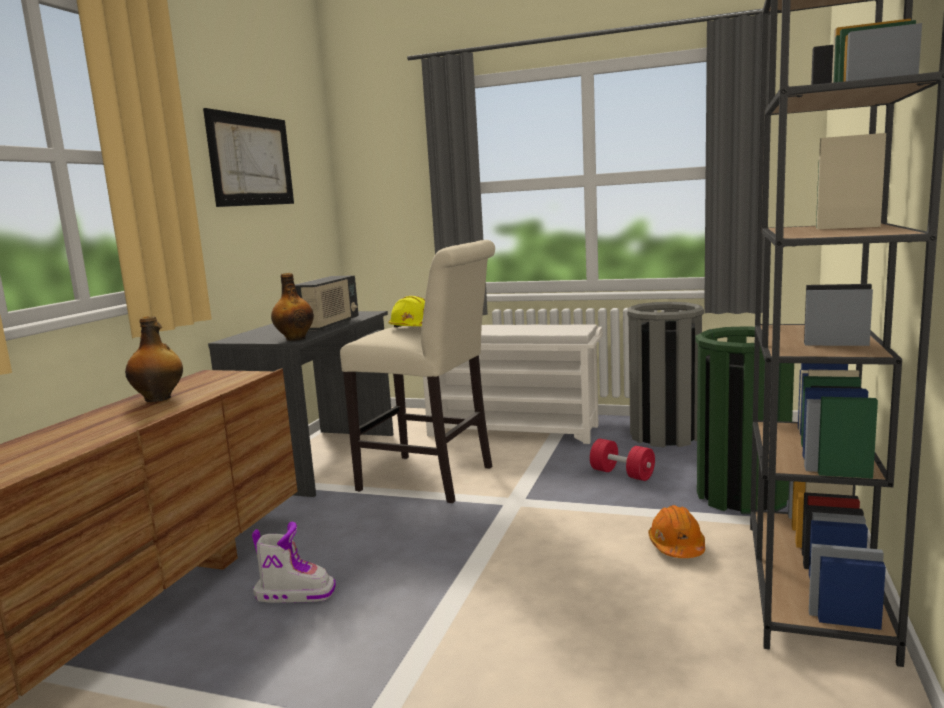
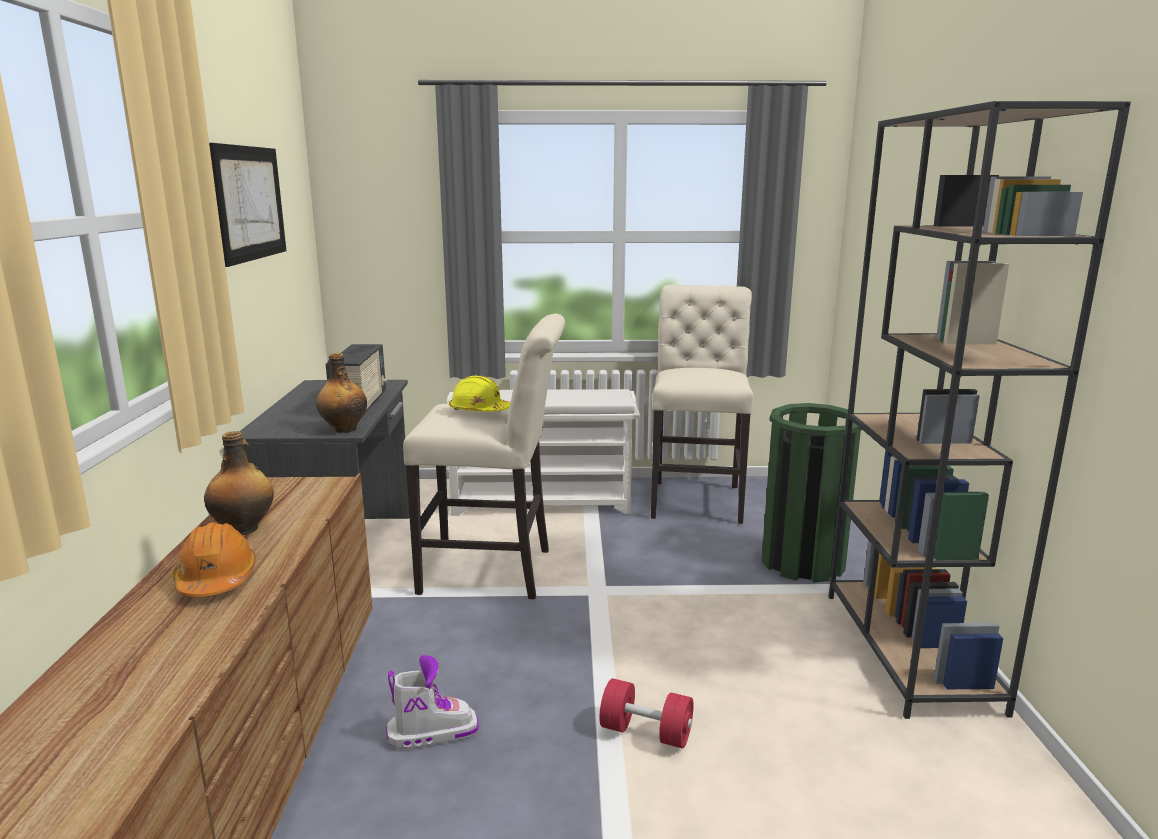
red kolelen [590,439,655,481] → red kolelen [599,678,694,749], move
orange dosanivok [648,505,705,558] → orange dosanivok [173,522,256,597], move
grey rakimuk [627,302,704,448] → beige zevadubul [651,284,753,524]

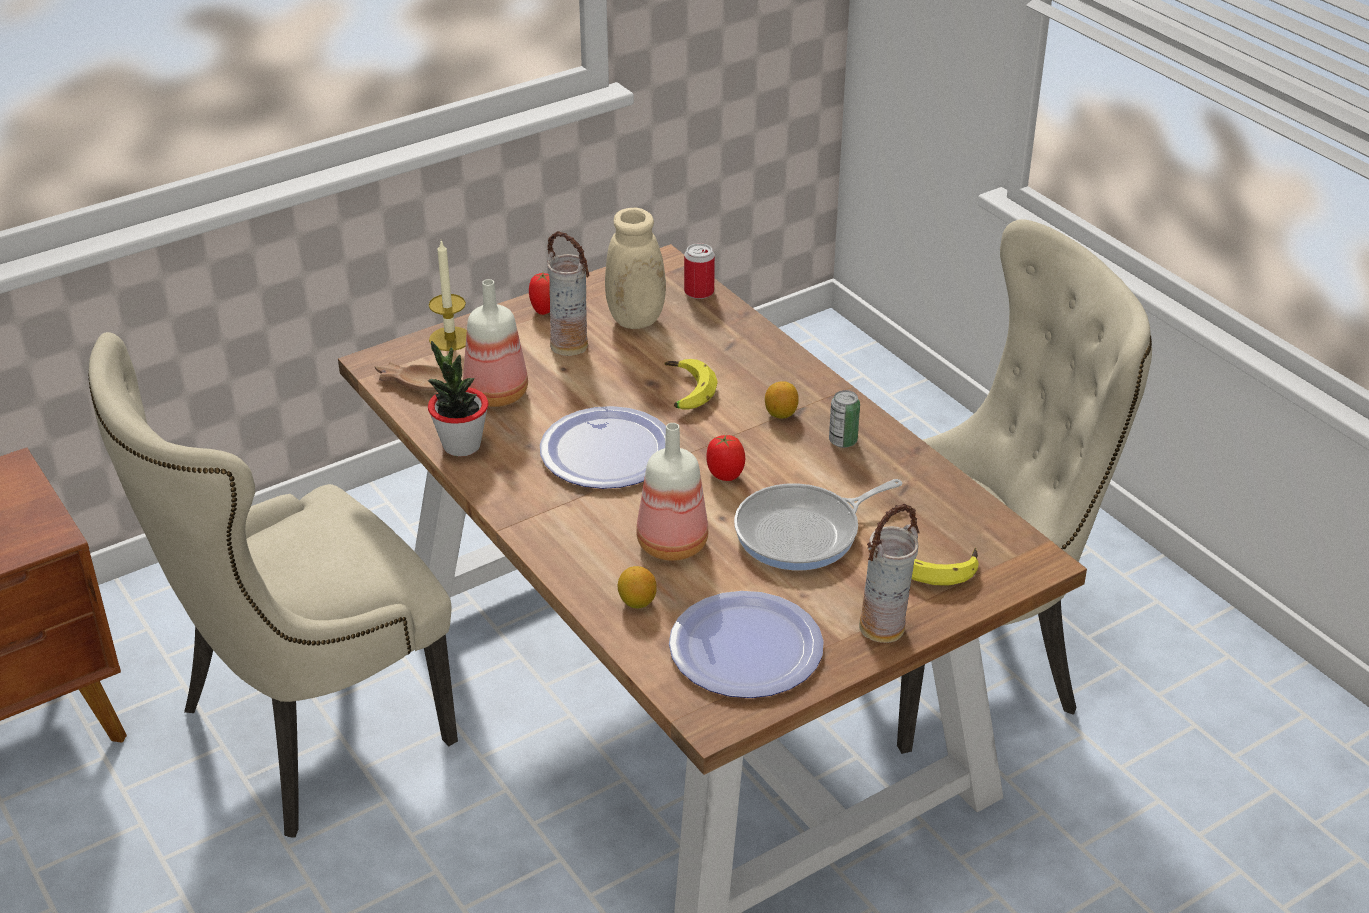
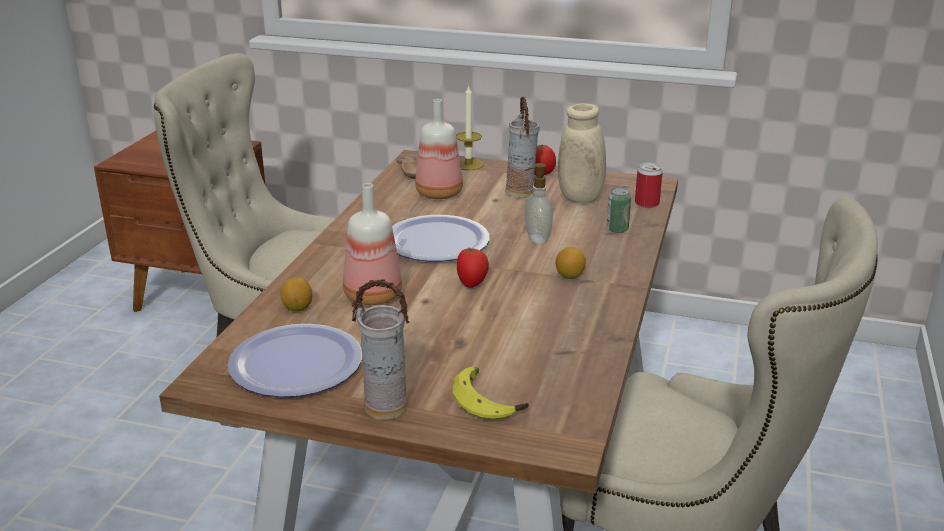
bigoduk [428,341,489,457] → -
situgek [734,479,902,570] → -
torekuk [829,390,860,448] → torekuk [607,187,631,233], move
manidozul [665,359,718,409] → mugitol [525,163,553,244]

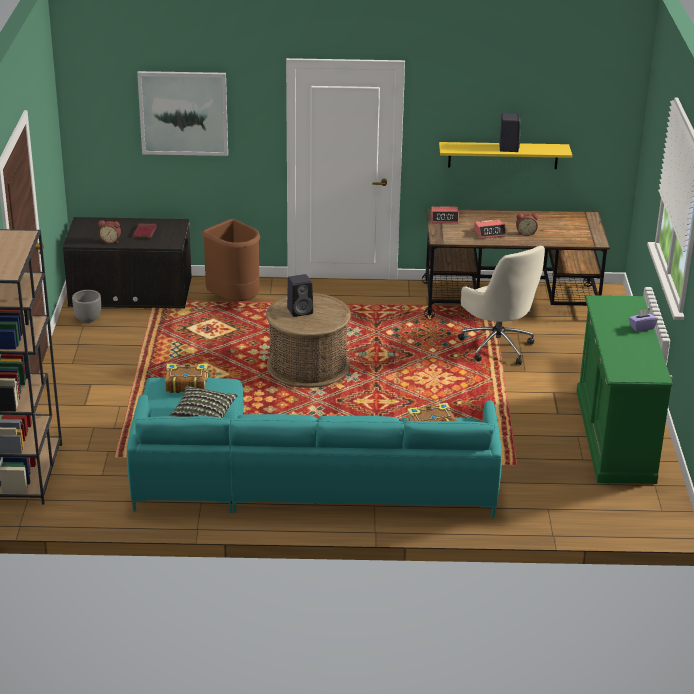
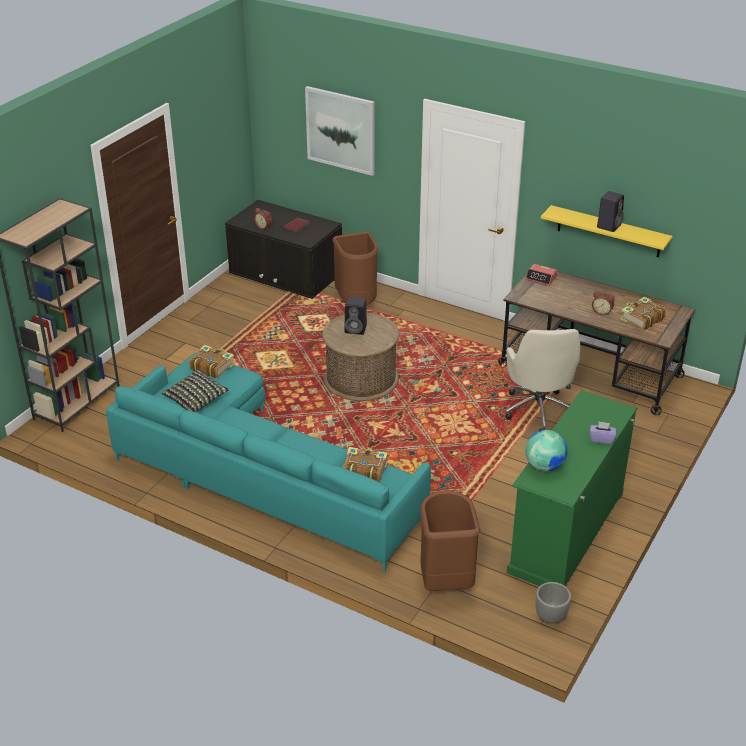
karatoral [474,219,506,239] → -
- → brown rakimuk [420,490,481,591]
- → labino [525,430,567,471]
- → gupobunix [620,297,666,330]
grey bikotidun [72,290,101,323] → grey bikotidun [536,582,571,624], move

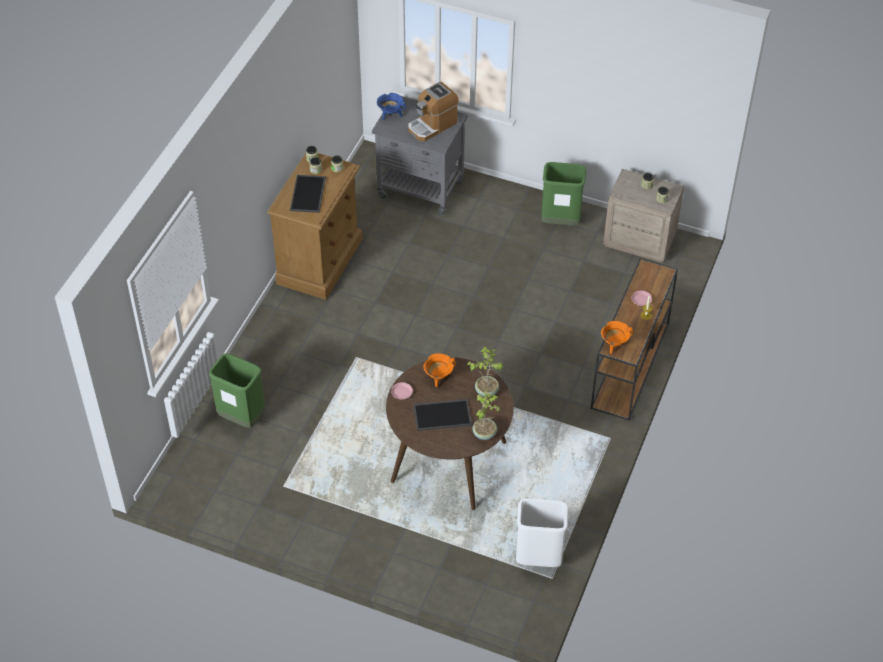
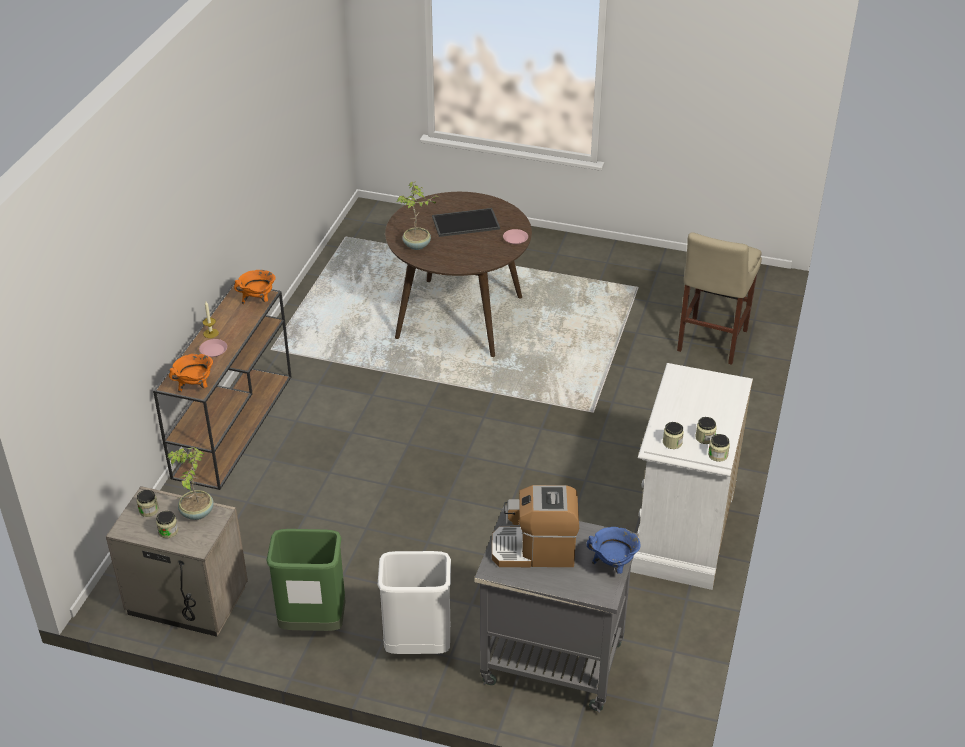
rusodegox [290,175,326,213] → -
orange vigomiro [424,353,456,387] → orange vigomiro [169,353,213,393], move
bigoduk [472,389,501,440] → bigoduk [167,447,214,520], move
white rakimuk [516,498,569,567] → white rakimuk [378,551,451,654], move
green rakimuk [209,353,265,428] → beige zevadubul [677,232,762,365]
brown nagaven [267,153,362,300] → white nagaven [631,363,753,590]
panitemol [408,82,459,141] → panitemol [492,485,579,567], 135 degrees counterclockwise

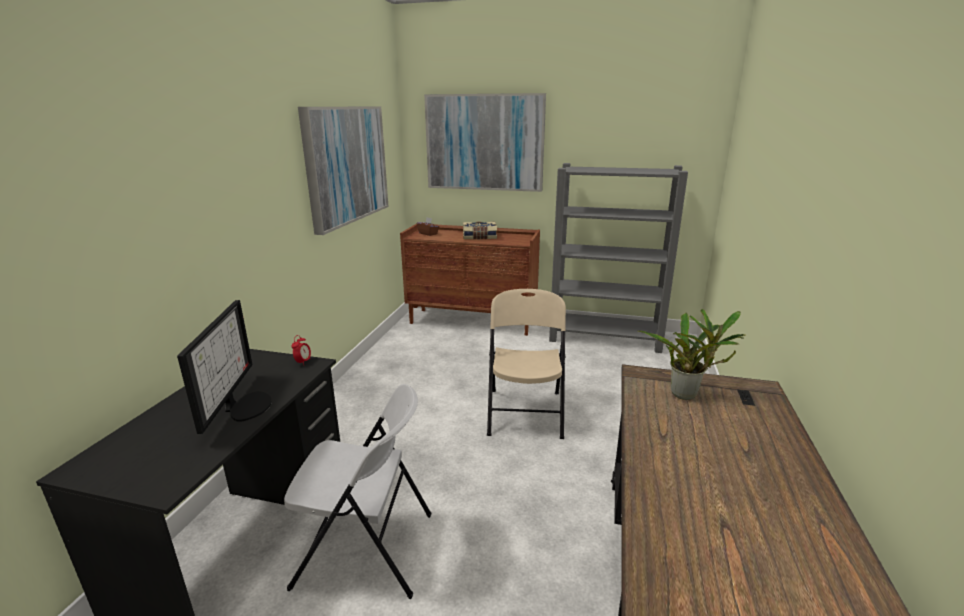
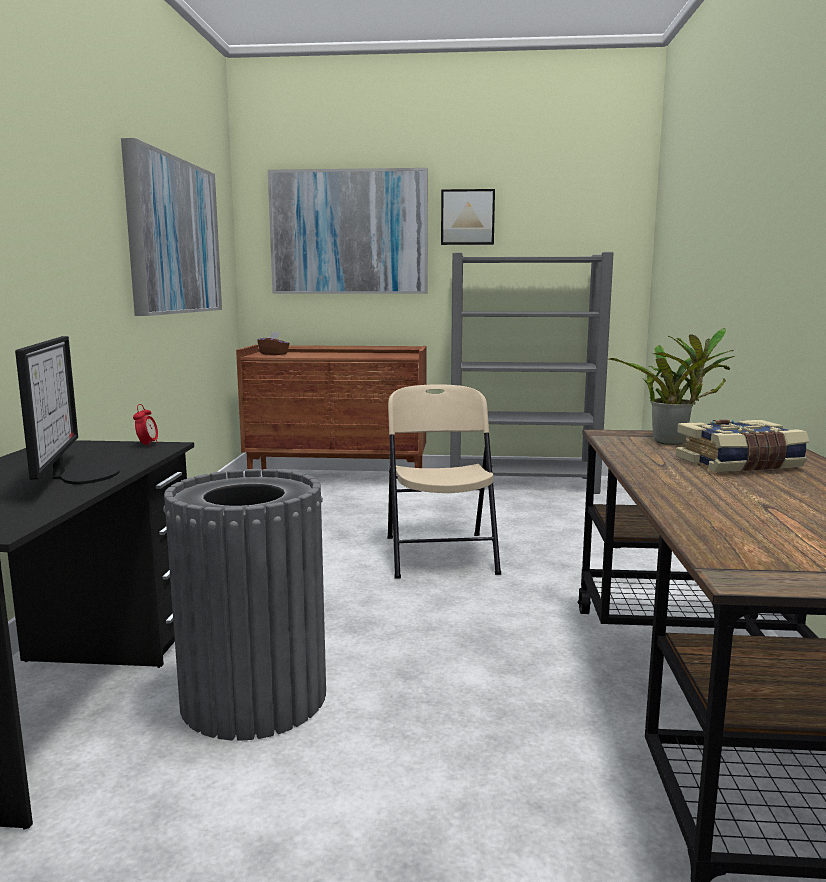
- → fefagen [441,189,495,245]
gupobunix [463,221,497,239] → gupobunix [675,420,809,472], move
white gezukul [284,384,431,599] → grey rakimuk [163,469,326,741]

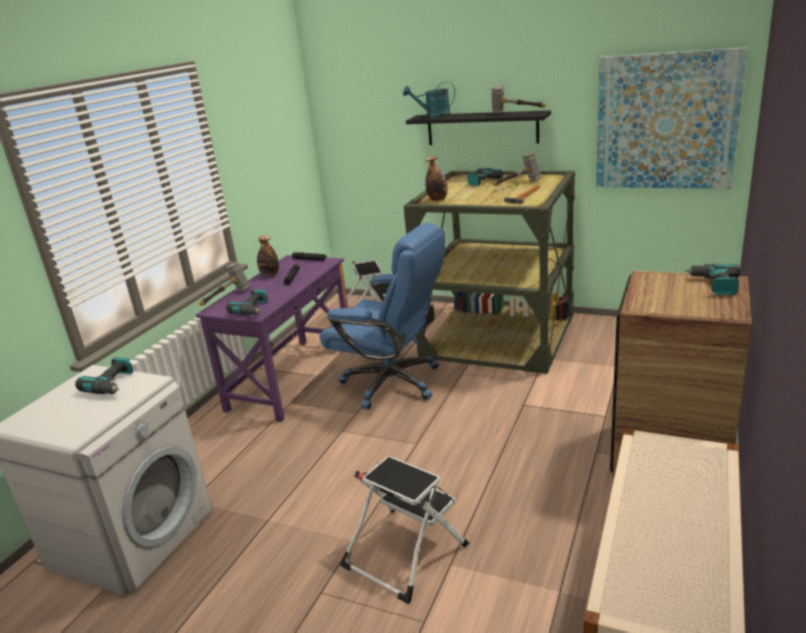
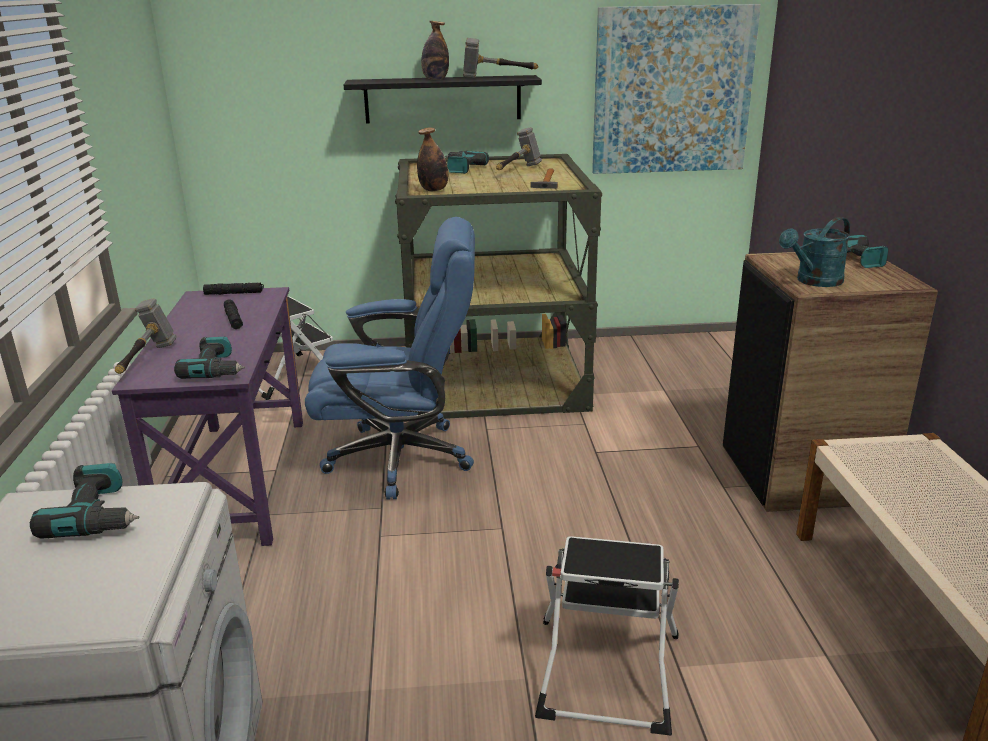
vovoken [257,235,279,277] → vovoken [421,21,449,80], move
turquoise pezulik [403,82,455,118] → turquoise pezulik [779,217,850,287], move

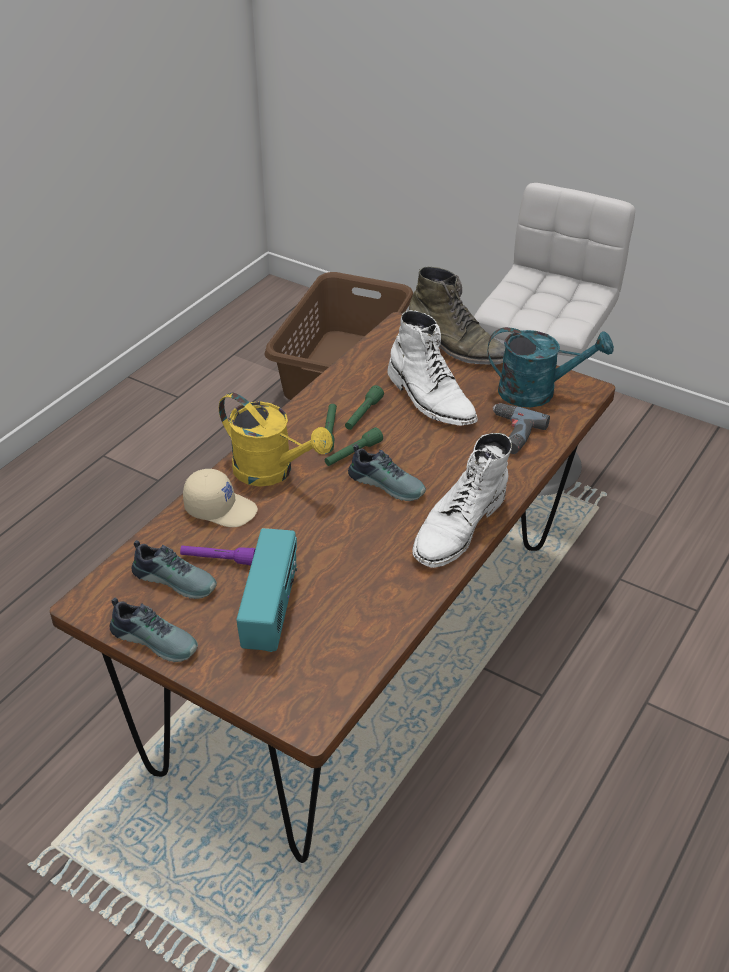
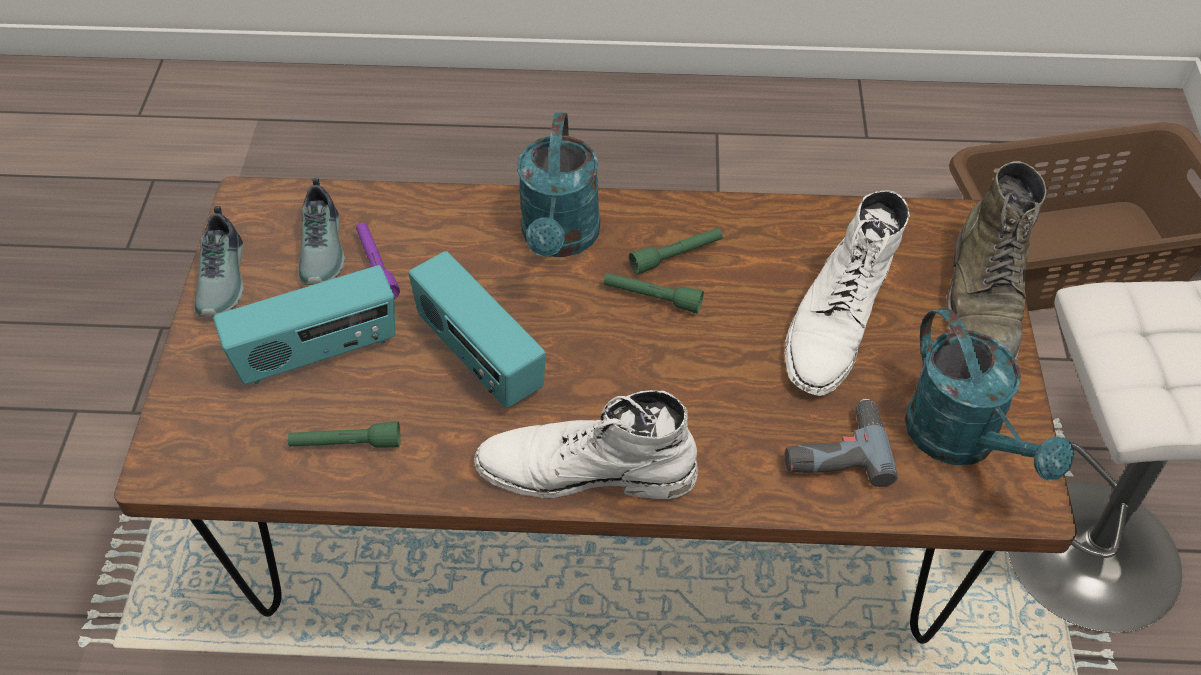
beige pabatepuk [183,469,258,527] → -
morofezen [348,445,426,501] → -
- → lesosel [409,251,546,408]
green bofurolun [345,385,384,430] → green bofurolun [288,422,400,448], move
yellow pezulik [219,393,333,487] → turquoise pezulik [517,112,600,257]

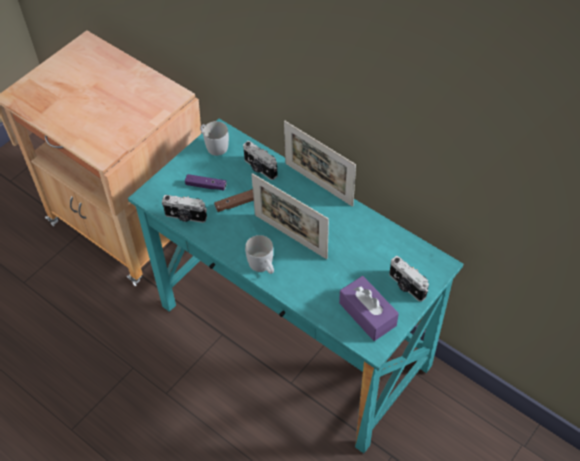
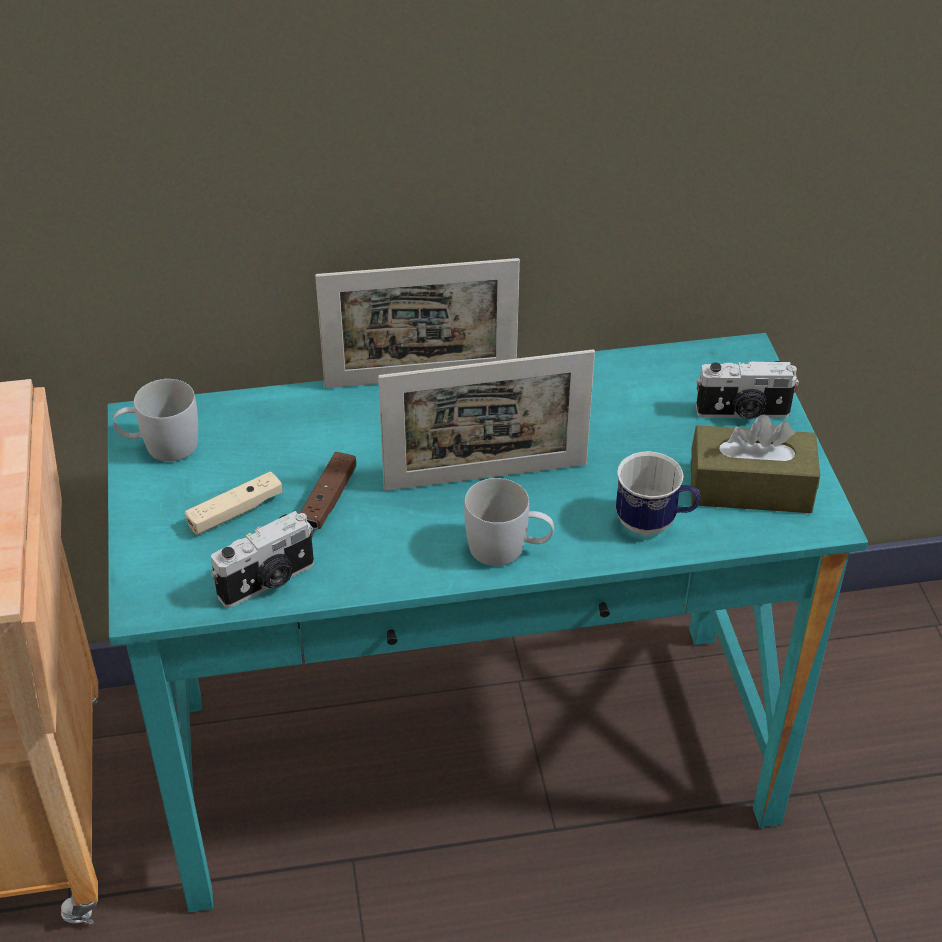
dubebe [243,141,278,180] → -
- → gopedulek [616,451,701,535]
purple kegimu [185,174,227,191] → beige kegimu [185,471,283,535]
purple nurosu [339,276,399,341] → brown nurosu [691,414,820,513]

